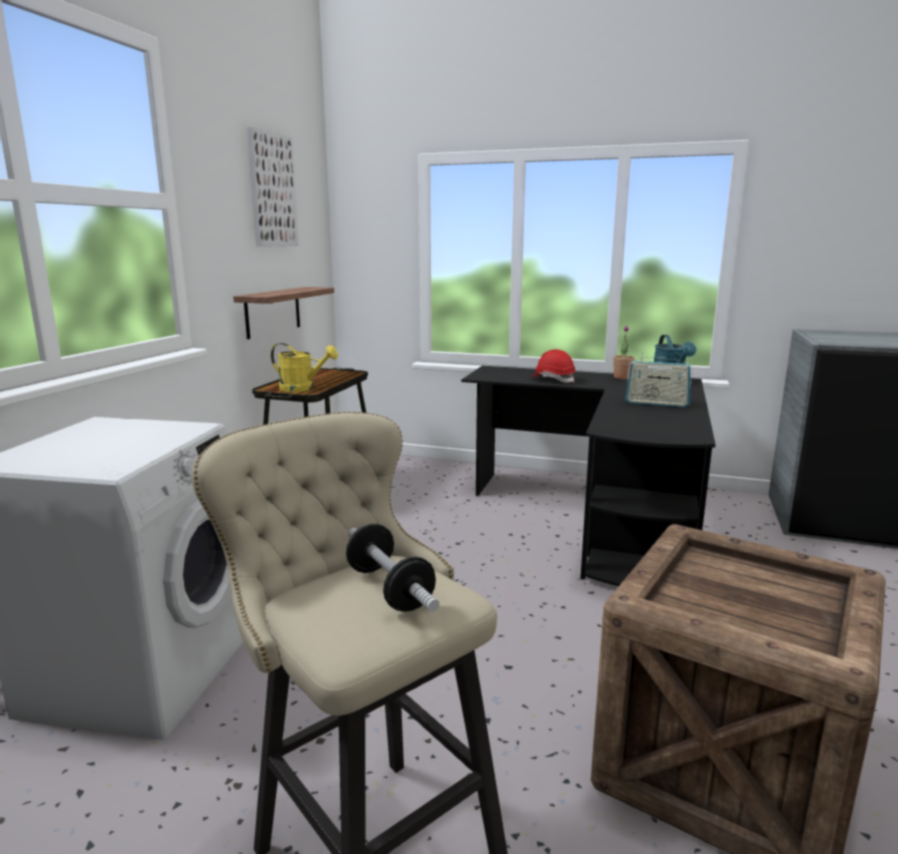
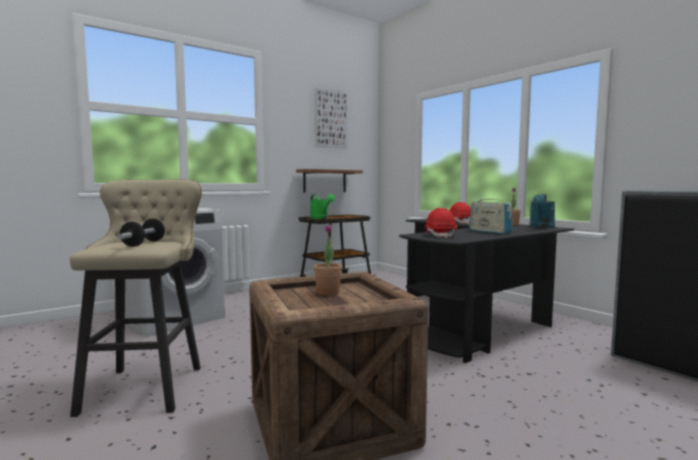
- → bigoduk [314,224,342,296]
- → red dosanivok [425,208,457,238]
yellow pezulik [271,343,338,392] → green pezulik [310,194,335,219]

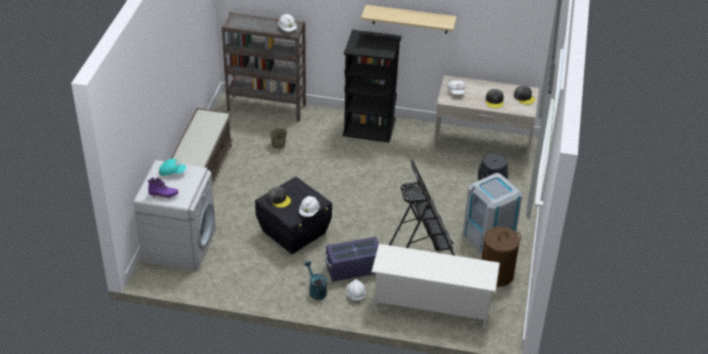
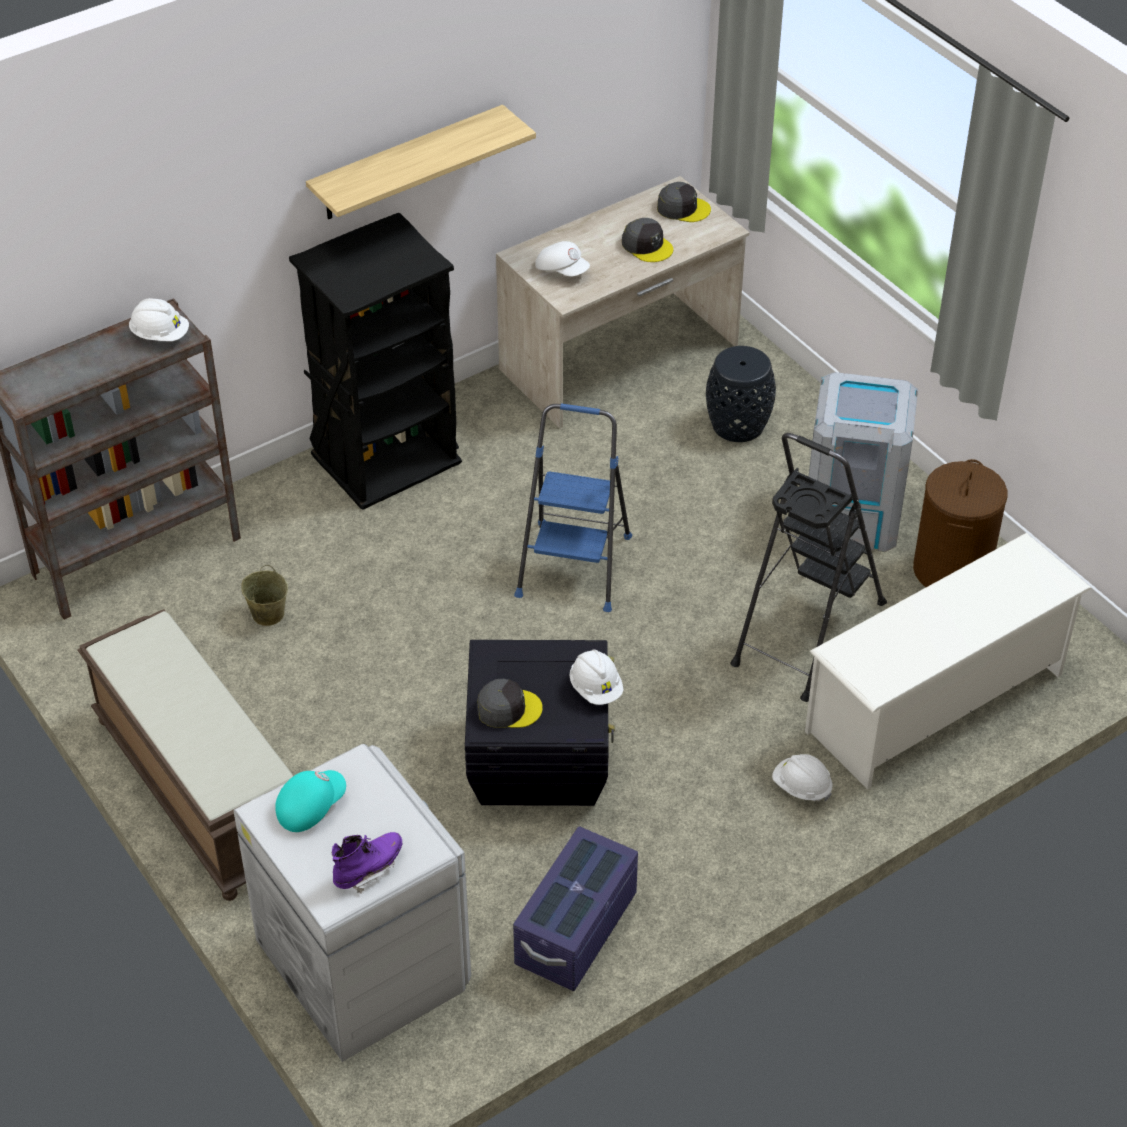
turquoise pezulik [304,261,327,300] → -
- → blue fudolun [514,403,632,612]
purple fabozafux [325,237,379,282] → purple fabozafux [513,826,638,991], move

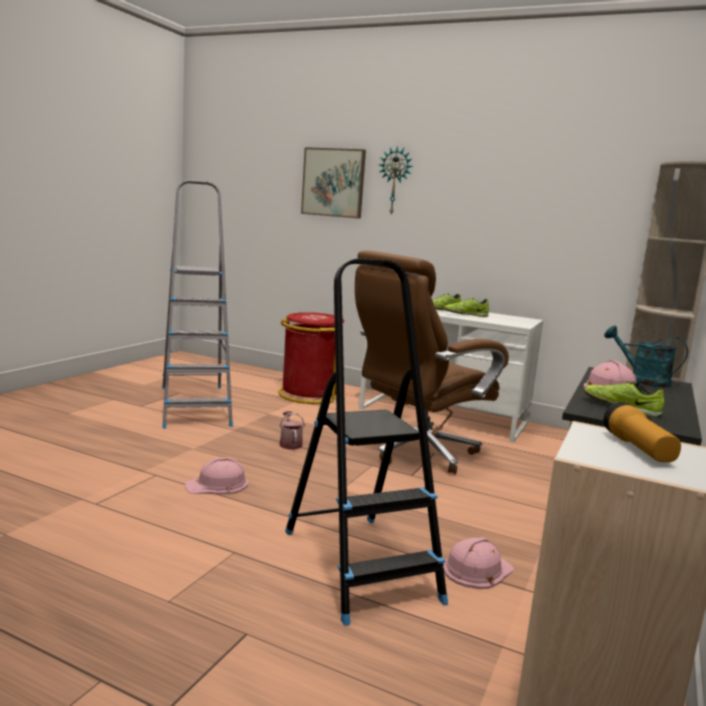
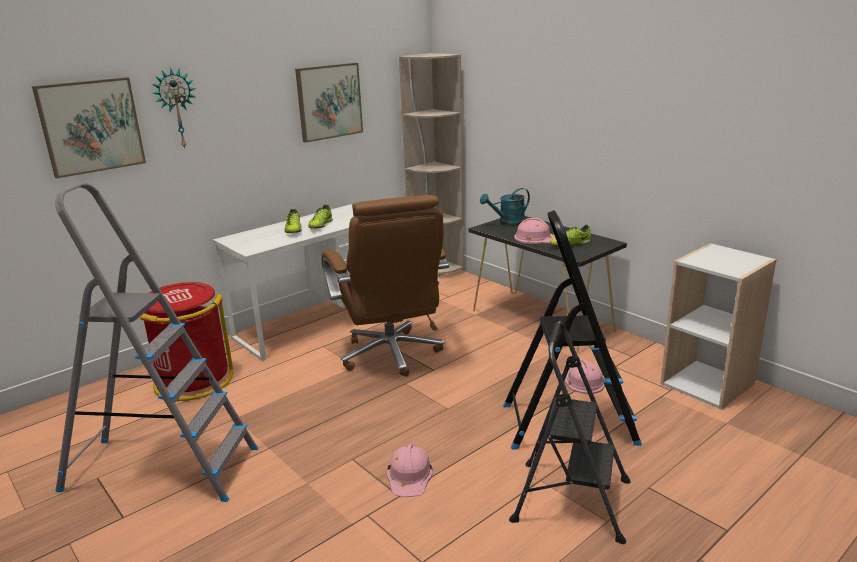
pezulik [279,411,305,450] → -
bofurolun [604,402,681,462] → -
- → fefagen [295,63,363,143]
- → black fudolun [509,321,631,544]

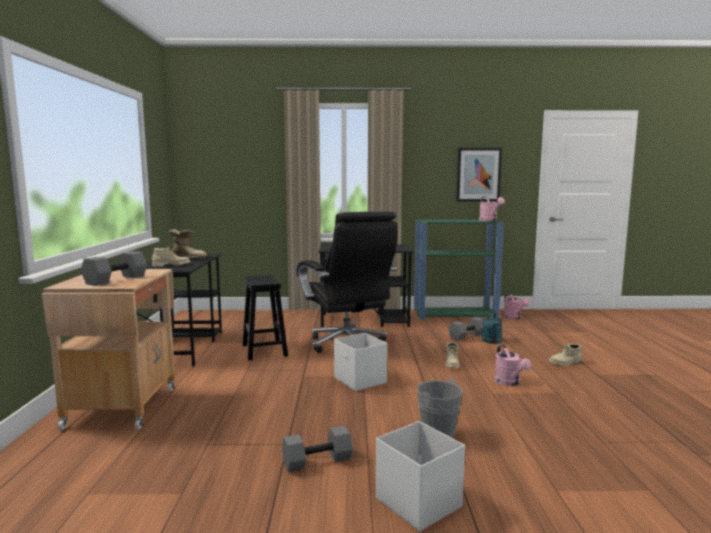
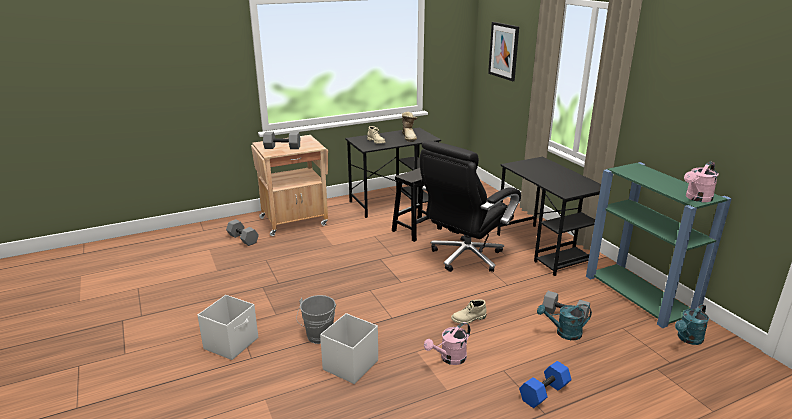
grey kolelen [282,426,353,472] → grey kolelen [226,219,259,246], move
white fabozafux [334,333,387,391] → white fabozafux [320,313,378,384], move
fefagen [456,148,502,202] → fefagen [488,22,519,81], move
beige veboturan [549,344,582,366] → blue kolelen [519,361,572,408]
pink pezulik [503,293,530,319] → turquoise pezulik [675,304,709,345]

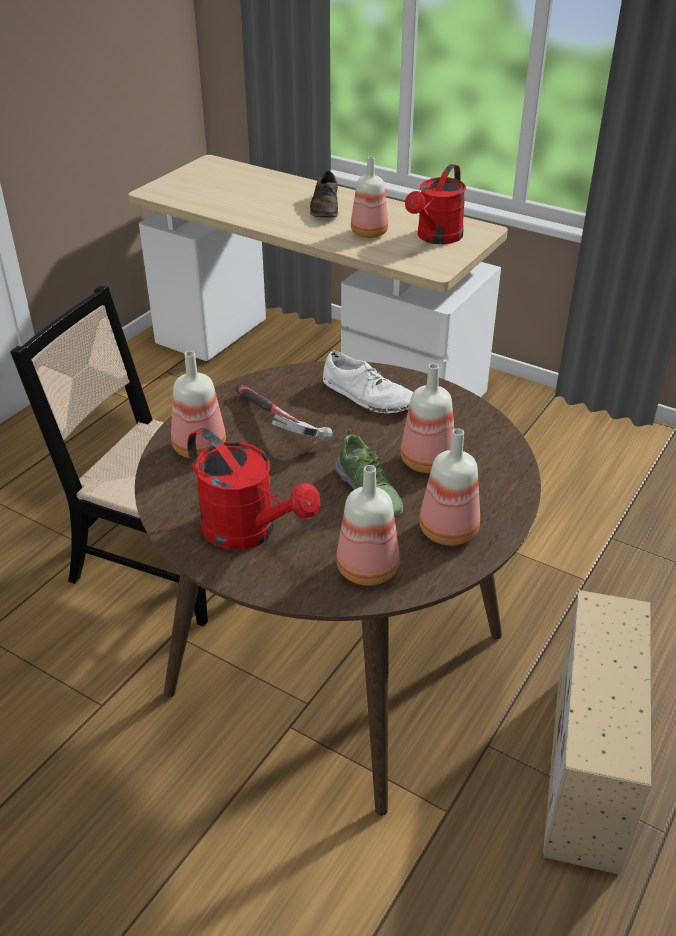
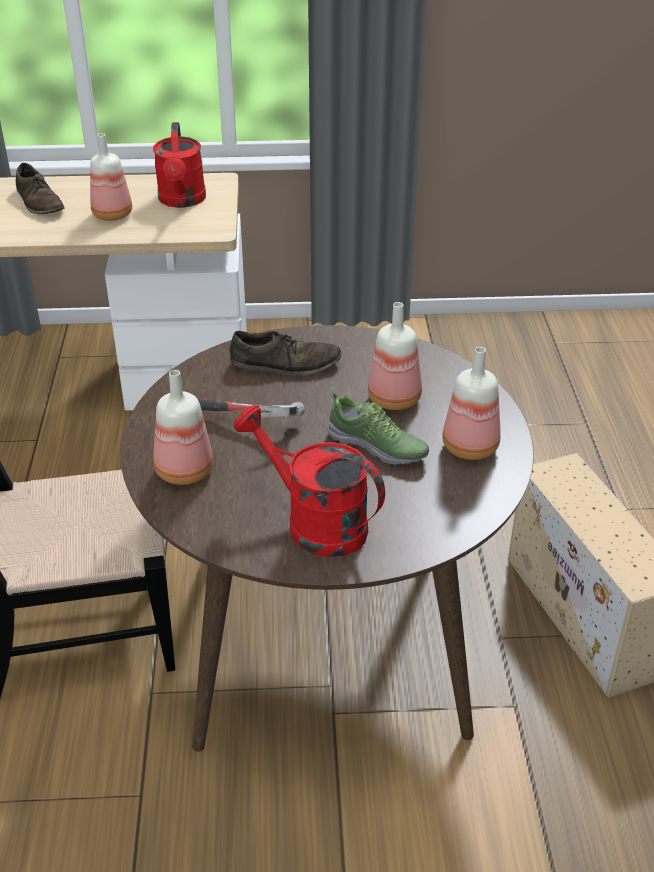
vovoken [336,465,400,586] → -
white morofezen [323,351,413,413] → brown morofezen [230,331,341,375]
red pezulik [187,428,320,550] → red pezulik [234,405,385,557], 150 degrees counterclockwise

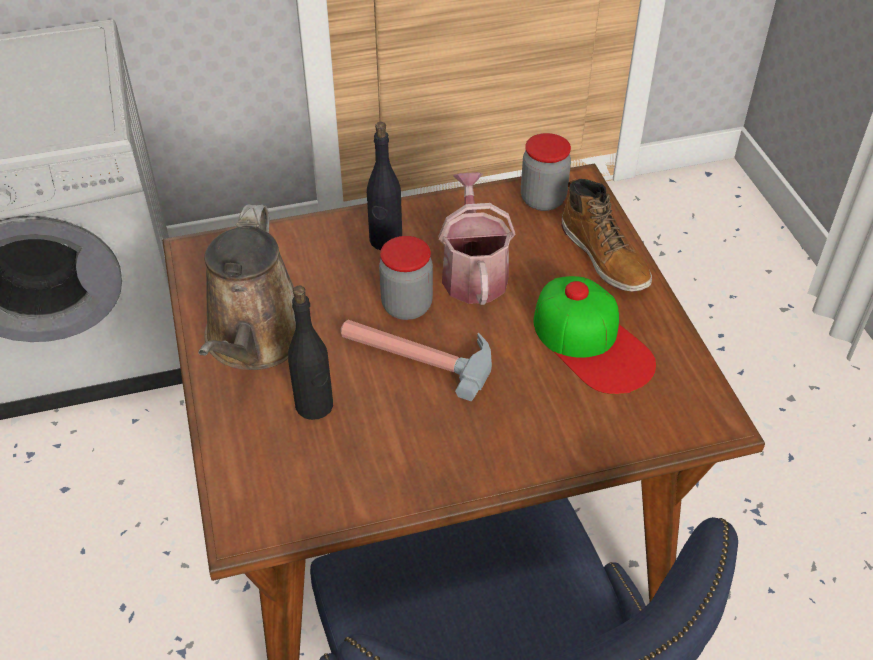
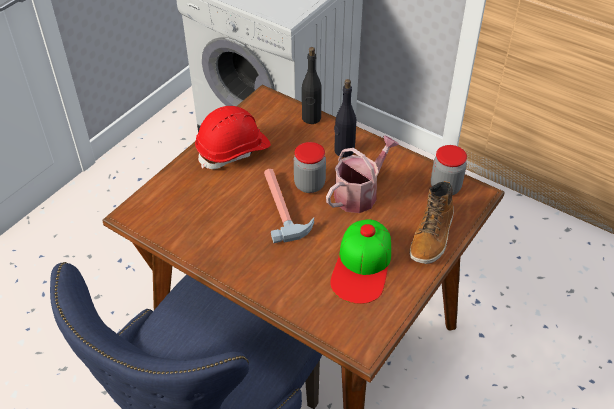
black vovoken [288,286,333,420] → black vovoken [302,47,322,124], move
brown pezulik [198,205,296,370] → red dosanivok [195,106,271,169]

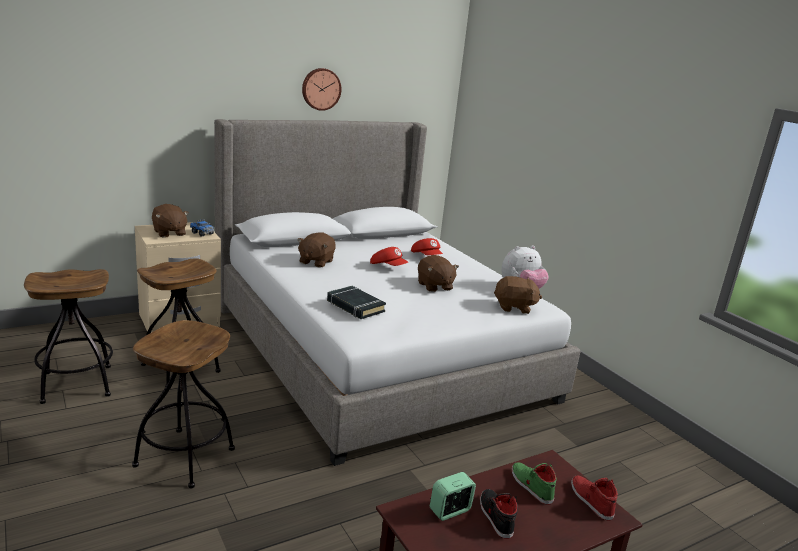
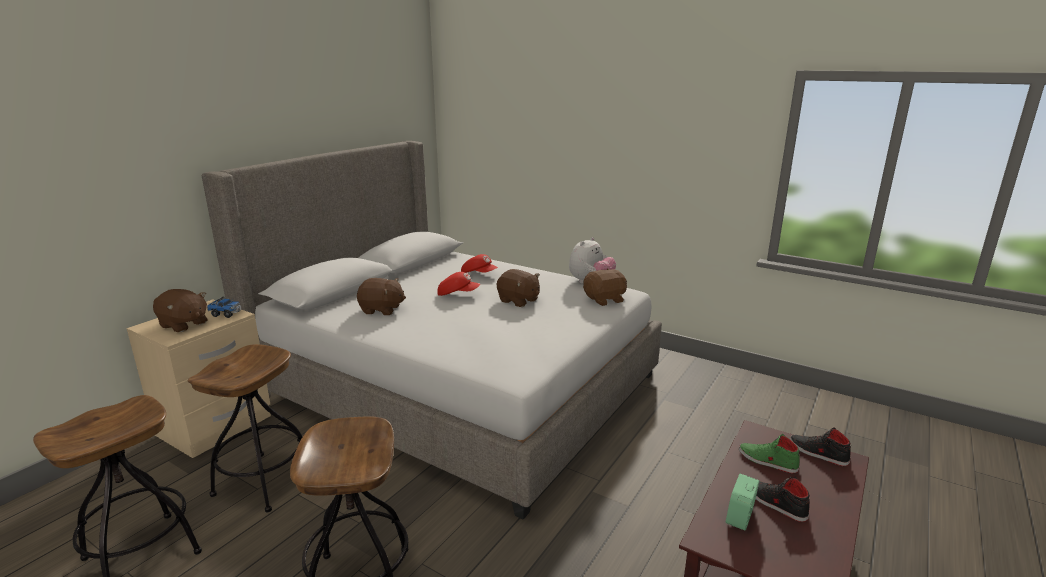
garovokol [302,68,341,111] → -
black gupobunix [327,286,386,319] → -
red morofezen [571,475,618,521] → black morofezen [790,427,851,466]
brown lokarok [297,232,336,268] → brown lokarok [357,278,406,315], 75 degrees counterclockwise

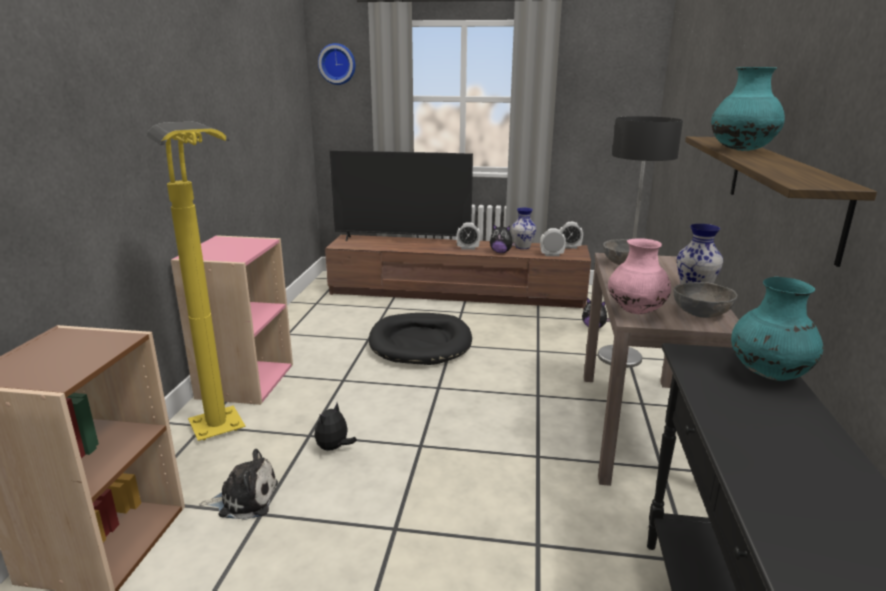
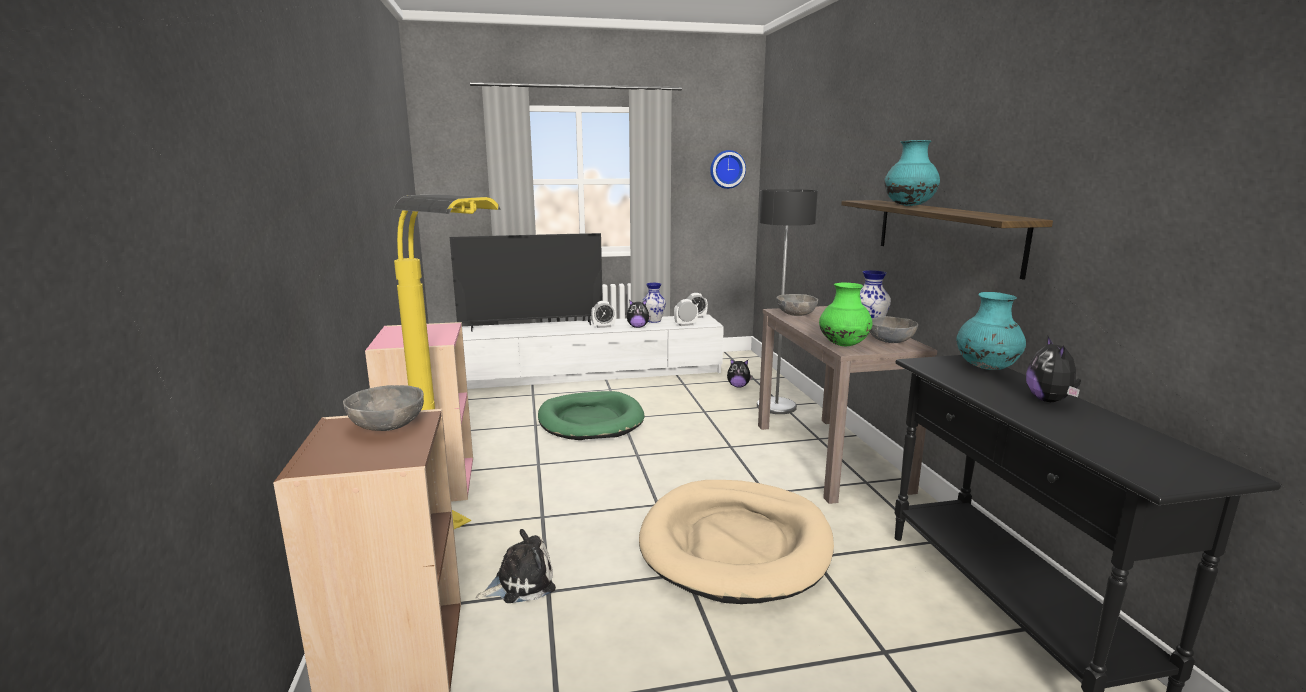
- → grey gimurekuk [343,385,424,431]
- → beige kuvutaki [639,480,834,604]
lokarok [314,403,357,451] → lokarok [1026,336,1081,402], move
garovokol [318,43,355,85] → garovokol [710,150,746,189], move
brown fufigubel [325,235,591,309] → white fufigubel [462,314,724,389]
black kuvutaki [369,313,472,365] → green kuvutaki [538,391,645,440]
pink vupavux [608,238,671,314] → green vupavux [819,282,873,346]

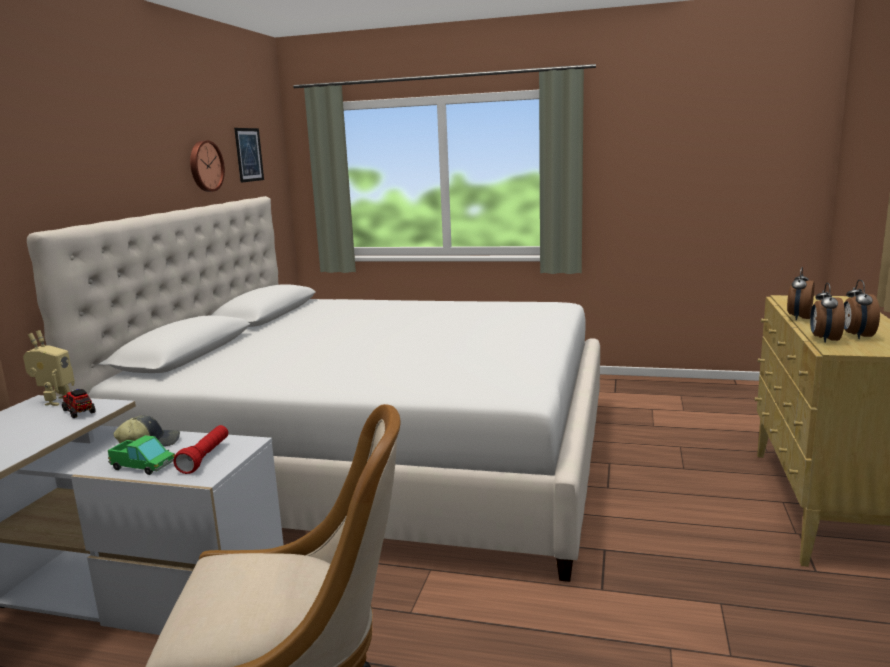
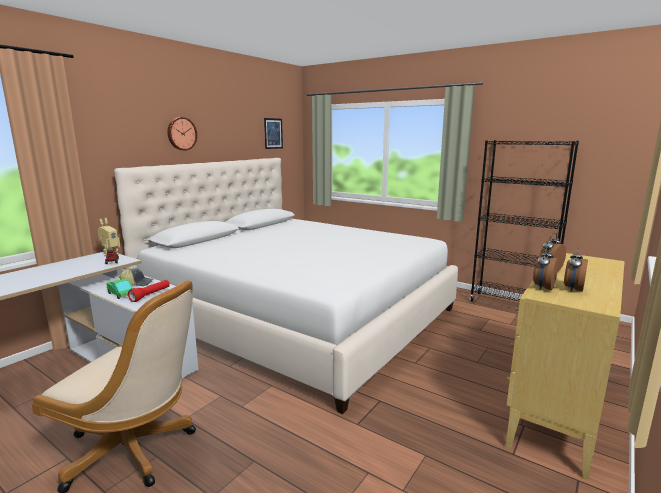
- → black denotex [470,140,579,302]
garovokol [190,140,225,192] → garovokol [167,117,197,150], move

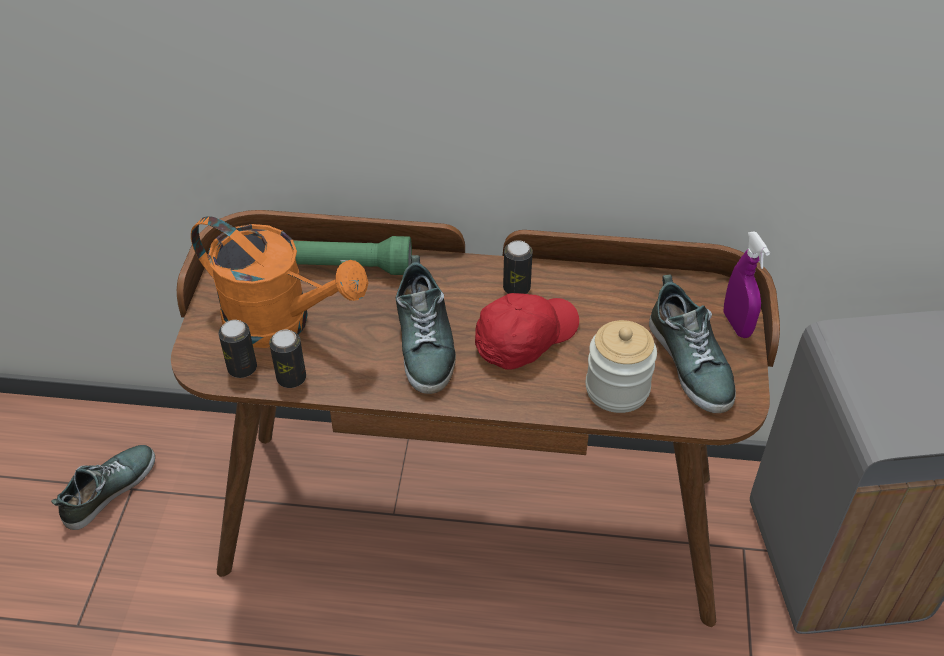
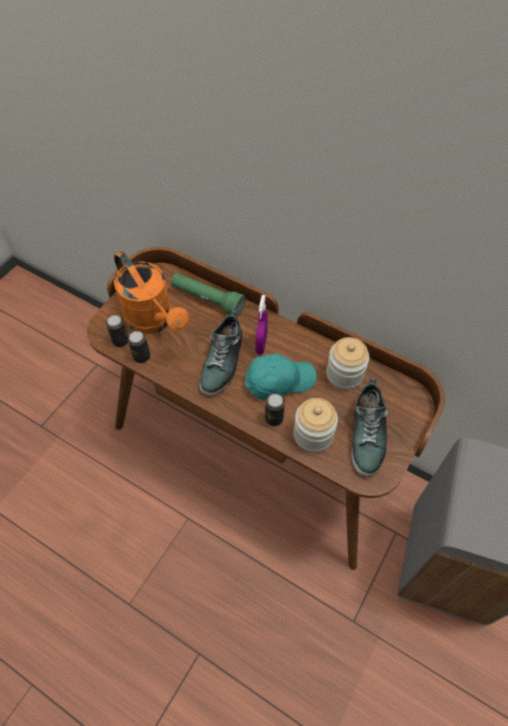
morofezen [51,445,155,530] → -
- → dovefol [326,337,369,390]
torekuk [503,240,533,294] → torekuk [265,394,285,426], move
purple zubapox [723,231,770,338] → purple zubapox [255,295,268,354], move
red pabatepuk [475,293,579,370] → turquoise pabatepuk [245,354,317,399]

